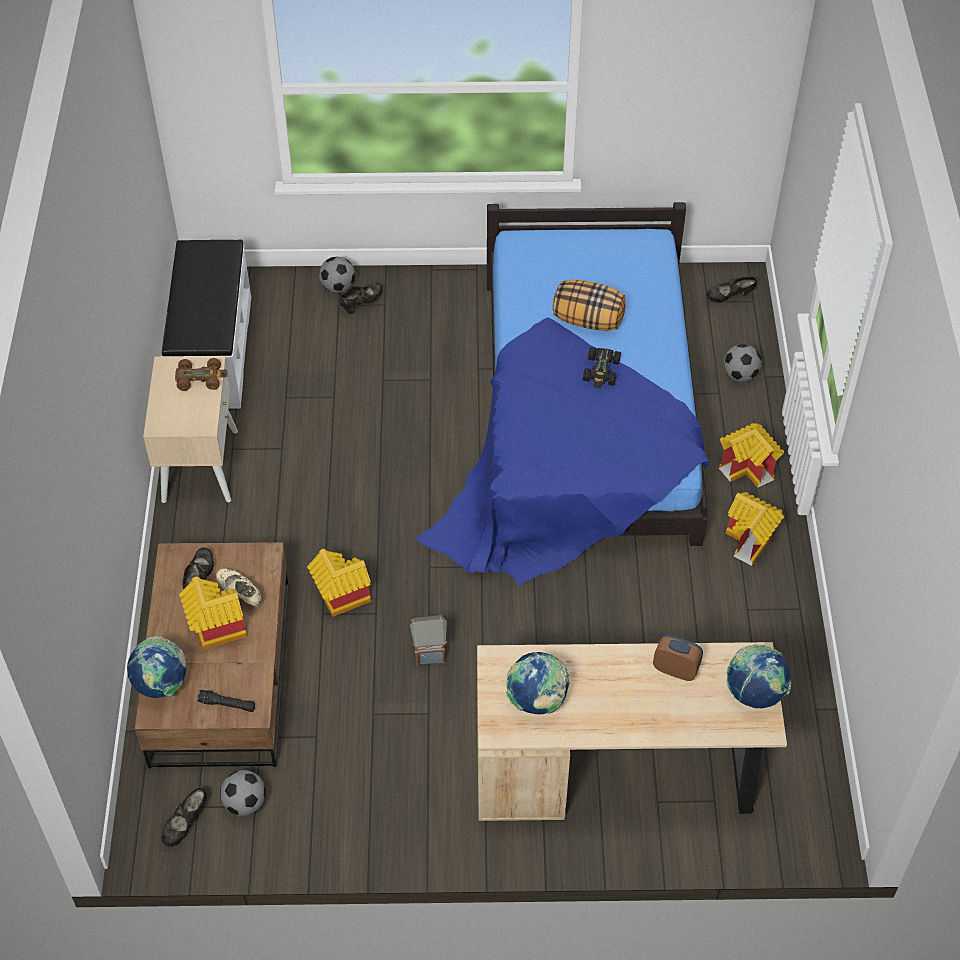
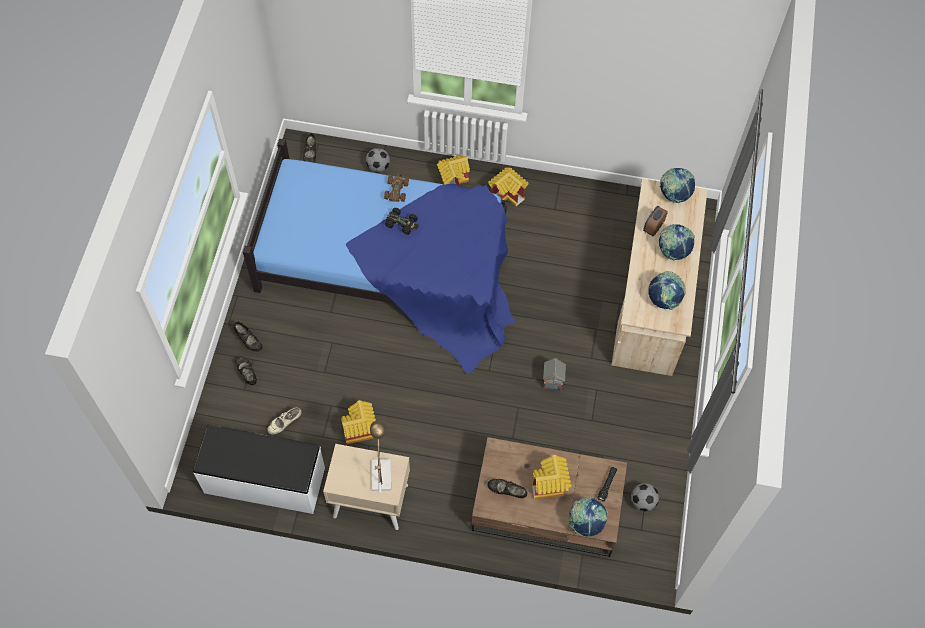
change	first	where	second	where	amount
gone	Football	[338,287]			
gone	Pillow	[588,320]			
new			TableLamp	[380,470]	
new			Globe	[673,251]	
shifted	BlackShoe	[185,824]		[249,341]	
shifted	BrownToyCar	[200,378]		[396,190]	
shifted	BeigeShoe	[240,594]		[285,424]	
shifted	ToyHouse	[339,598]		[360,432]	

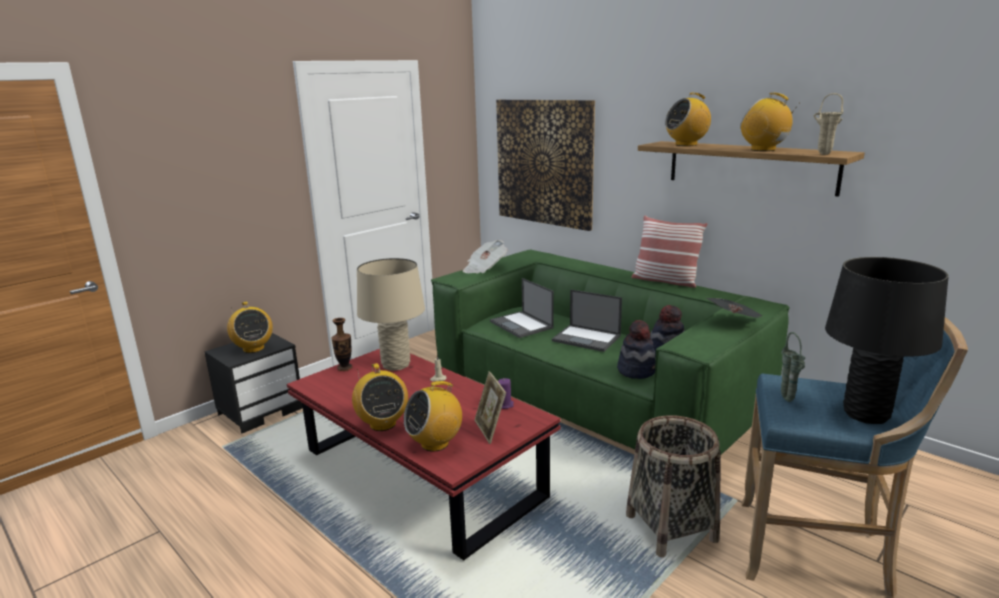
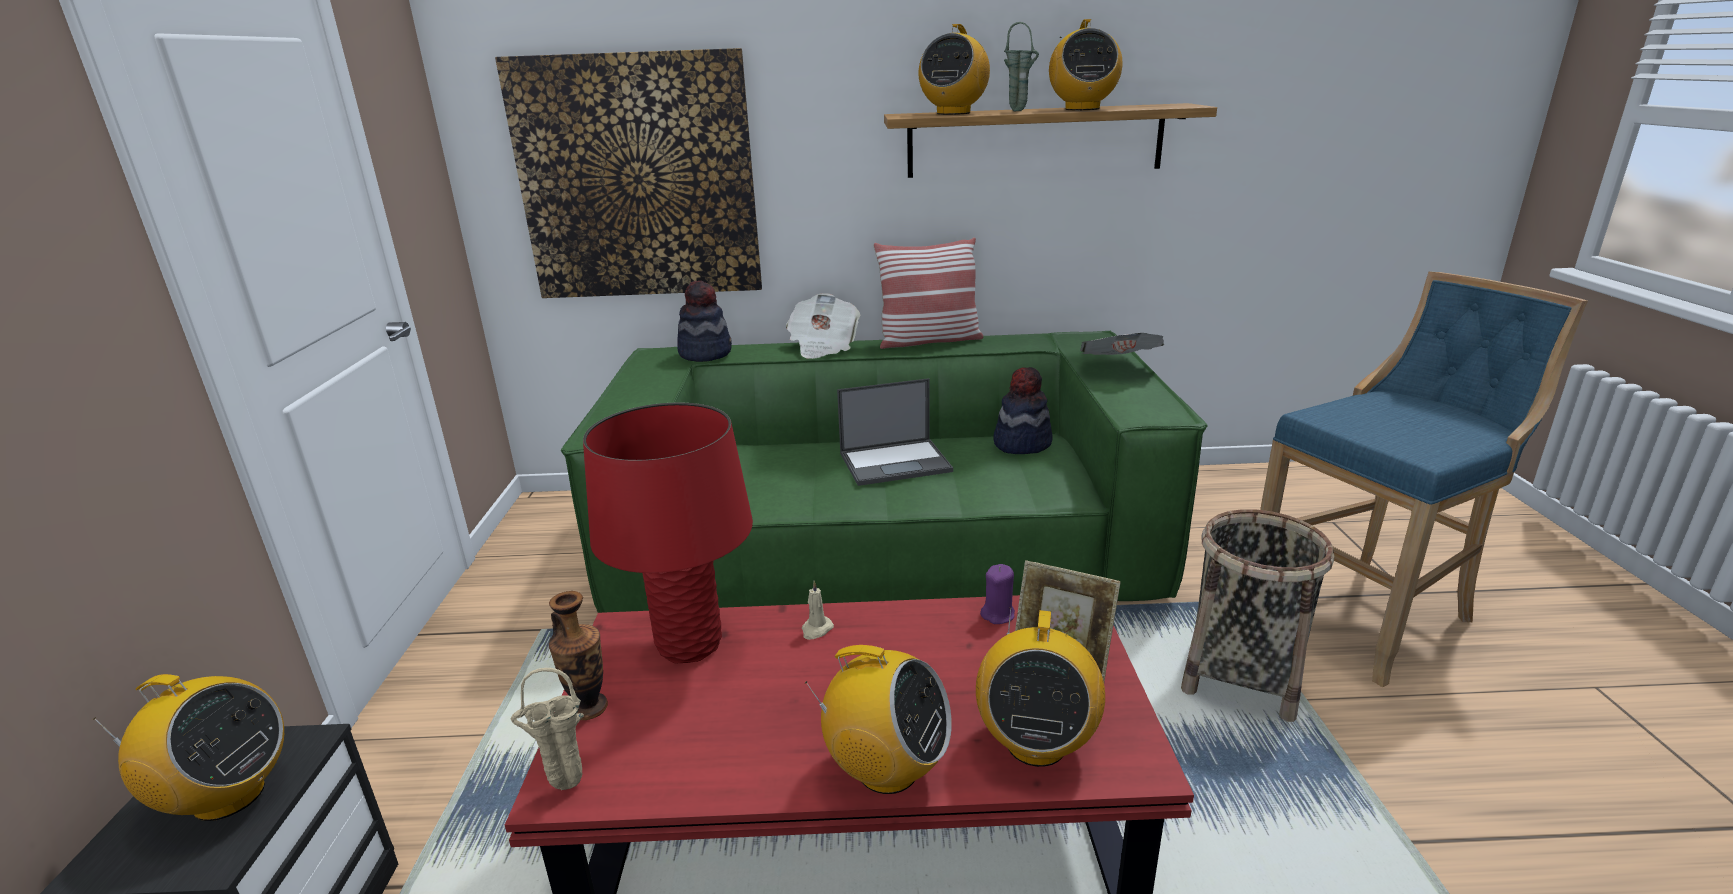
change	first	where	second	where	amount
gone	Laptop	[522,325]			
gone	BlackTableLamp	[866,414]			
shifted	Newspaper	[484,269]		[823,346]	
shifted	Hat	[637,370]		[705,353]	
shifted	GreenVase	[788,401]		[1019,111]	
shifted	BeigeVase	[822,154]		[564,788]	
repainted	BeigeTableLamp	[396,365]	RedTableLamp	[690,645]	
rotated	Radio	[763,149]		[1082,109]	90 degrees counterclockwise

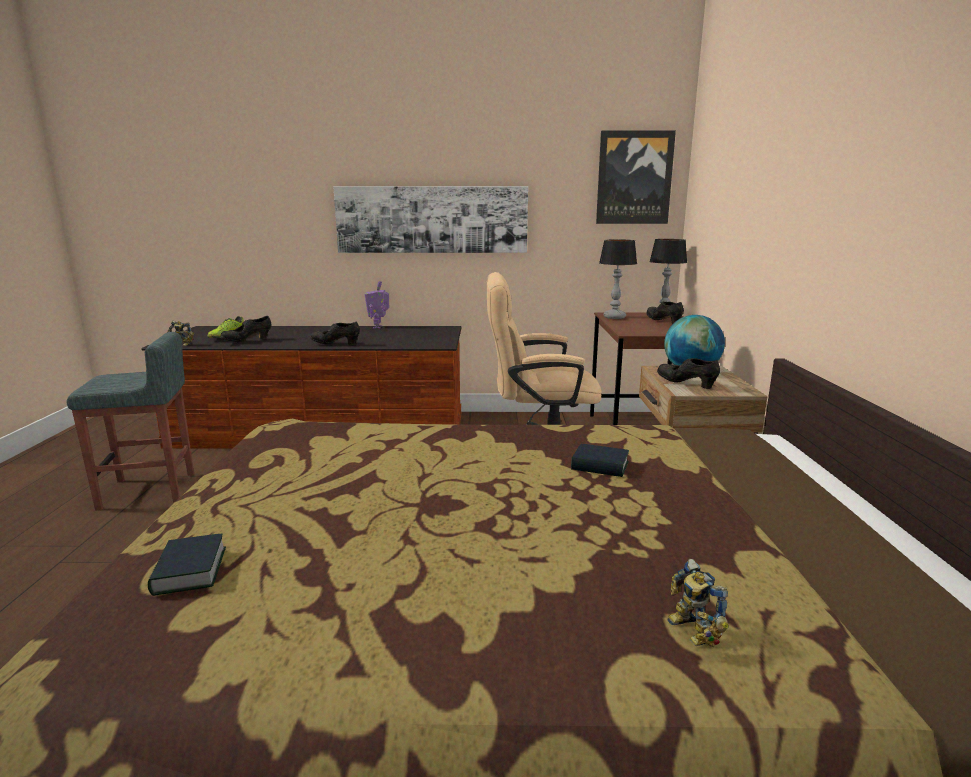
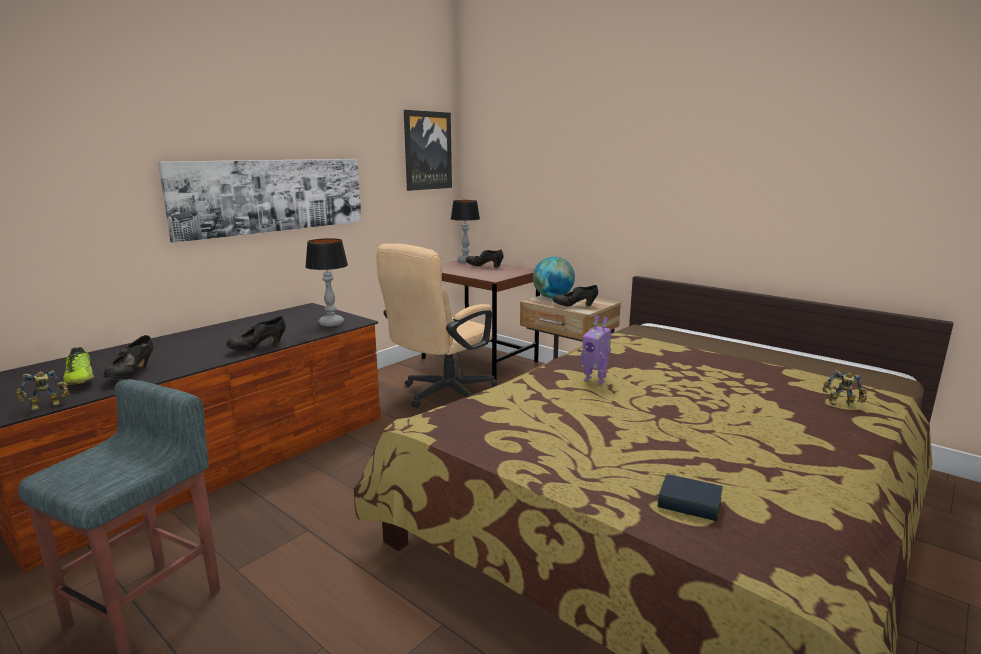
change	first	where	second	where	amount
gone	Book	[600,466]			
shifted	ToyRobot	[378,327]		[595,380]	
shifted	TableLamp	[614,317]		[332,323]	

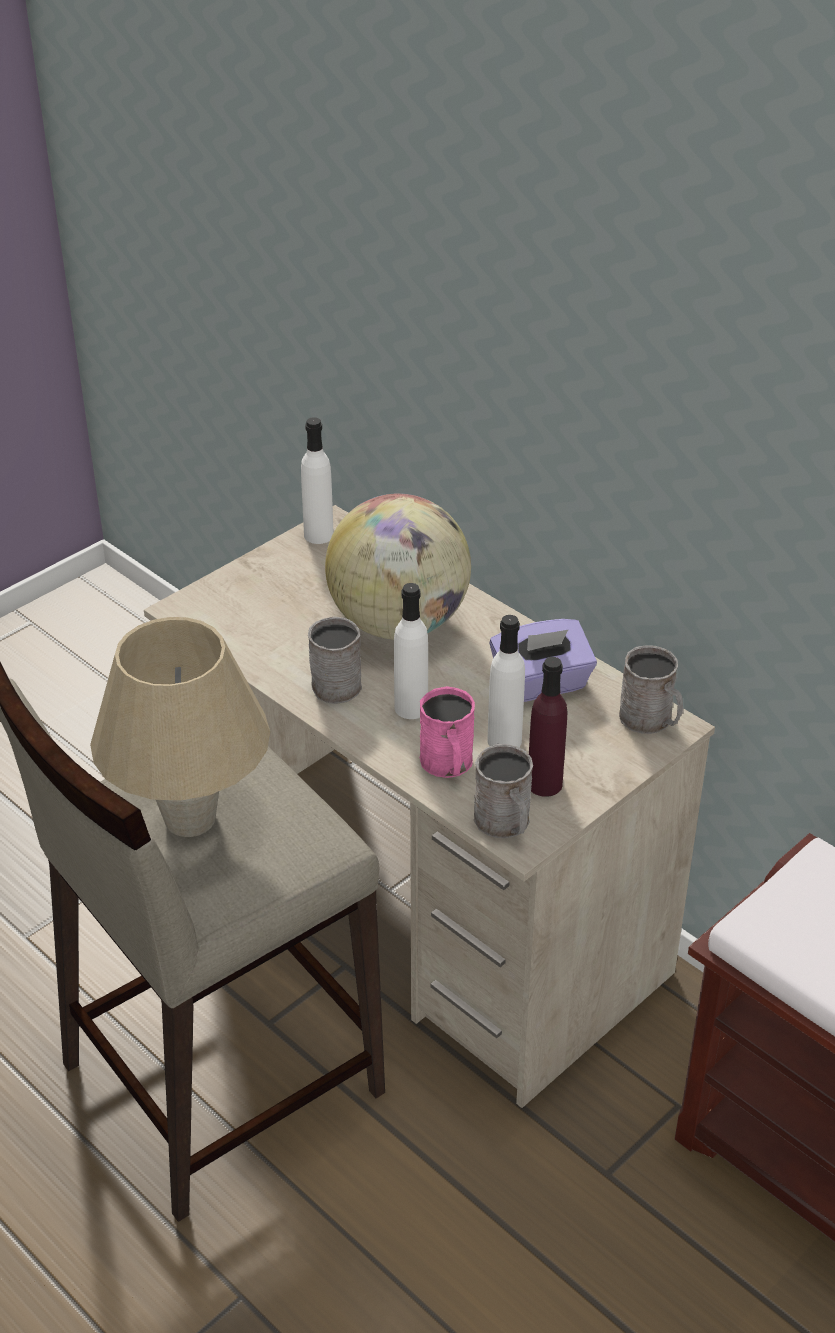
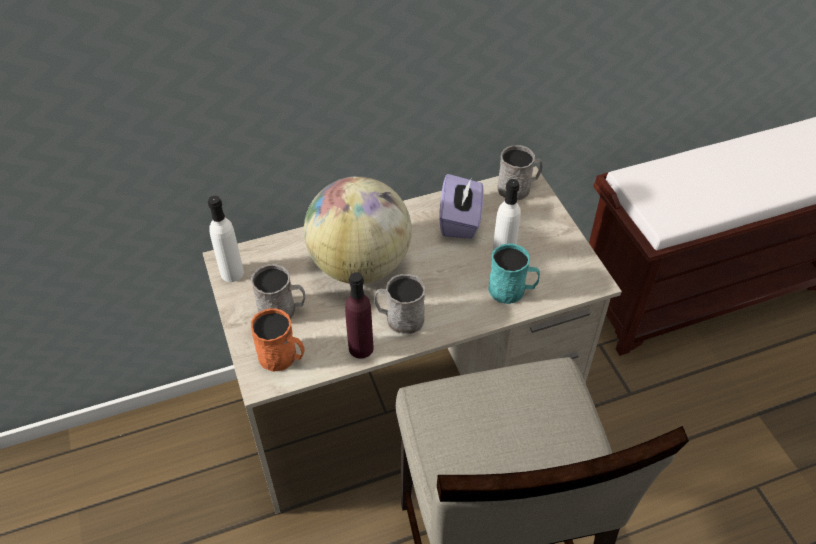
change	first	where	second	where	amount
gone	BeigeTableLamp	[190,819]			
gone	WhiteBottle	[411,708]			
new			OrangeMug	[282,357]	
shifted	GreyMug	[505,824]		[282,310]	
shifted	PurpleBottle	[544,784]		[361,348]	
repainted	PinkMug	[448,765]	TurquoiseMug	[512,290]	

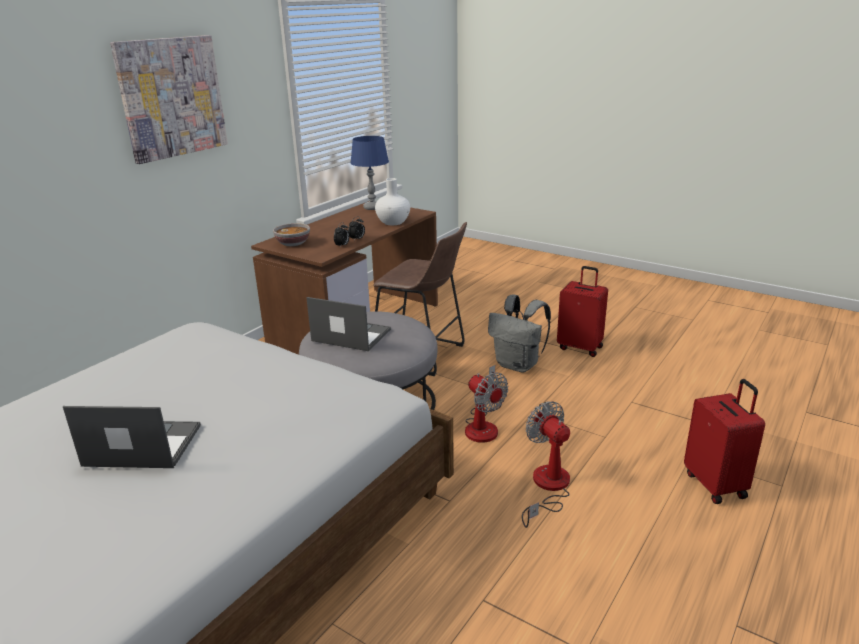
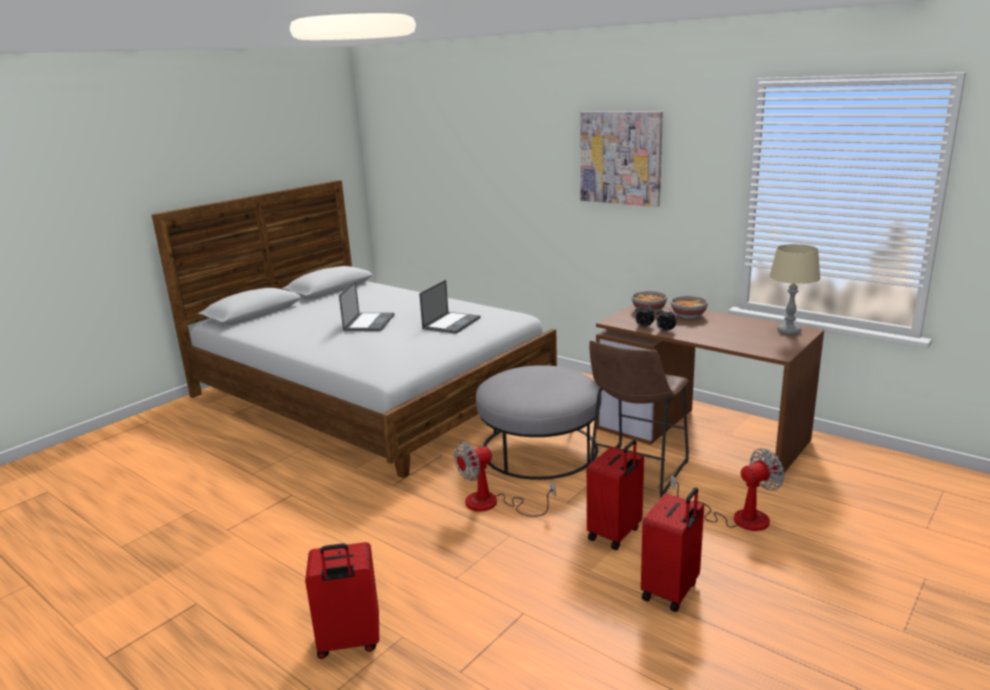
change	first	where	second	where	amount
gone	WhiteVase	[393,222]			
new			Bowl	[688,316]	
shifted	Laptop	[350,335]		[451,323]	
shifted	Fan	[547,487]		[737,517]	
swapped	GreyBackpack	[518,365]	RedSuitcase	[615,534]	
repainted	BlueTableLamp	[372,208]	BeigeTableLamp	[788,331]	

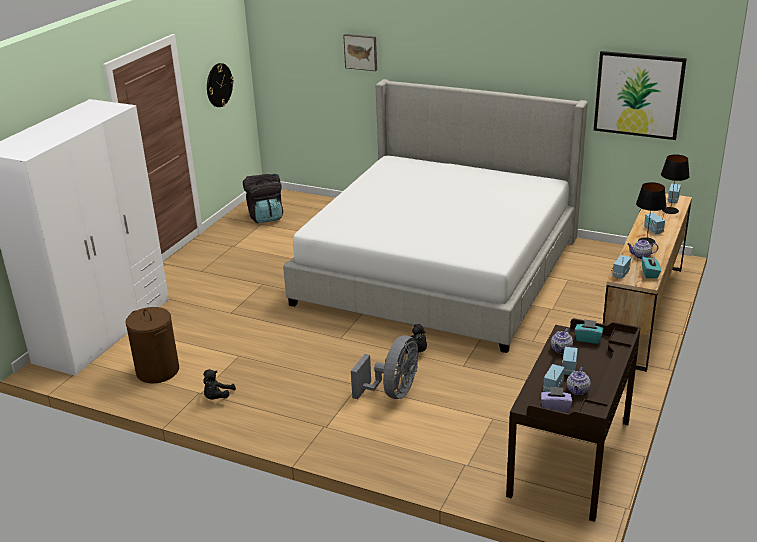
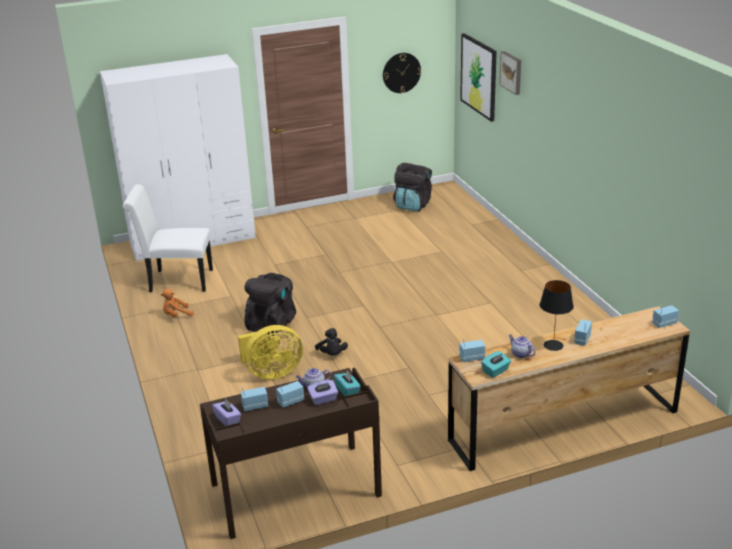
change	first	where	second	where	amount
gone	Bed	[439,270]			
gone	Teapot	[578,391]			
gone	BlackTableLamp	[670,210]			
new			BlackBackpack	[272,324]	
new			PurpleTissueBox	[323,399]	
shifted	Picture	[638,95]		[479,76]	
swapped	BrownLaundryBasket	[157,371]	WhiteChair	[176,281]	
repainted	BlackPlushToy	[217,397]	OrangePlushToy	[176,315]	
repainted	GreyFan	[393,392]	YellowFan	[271,373]	

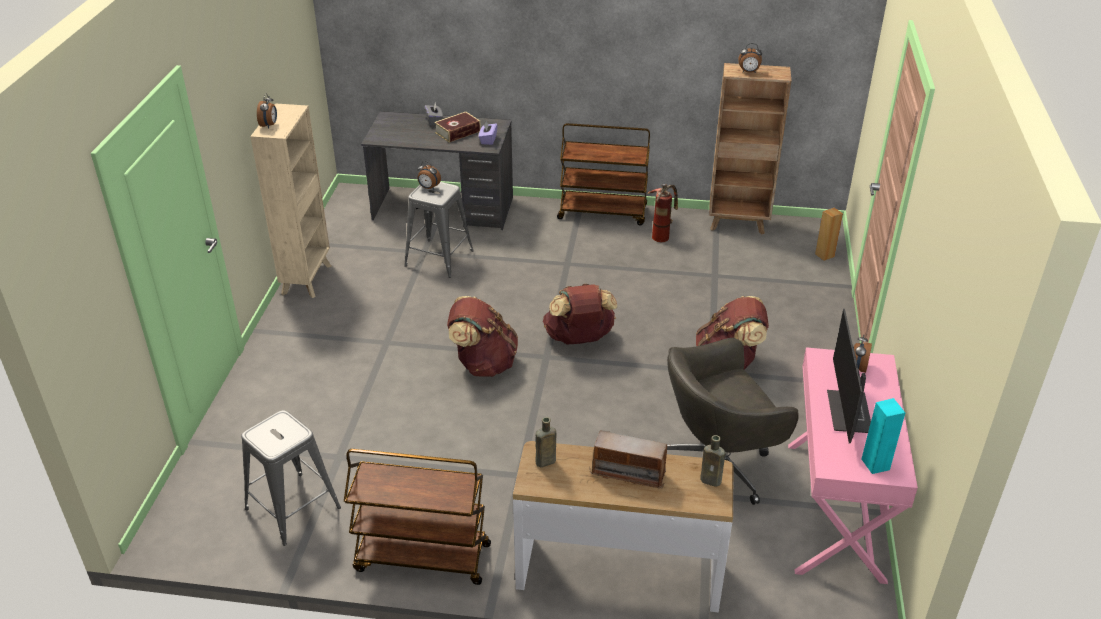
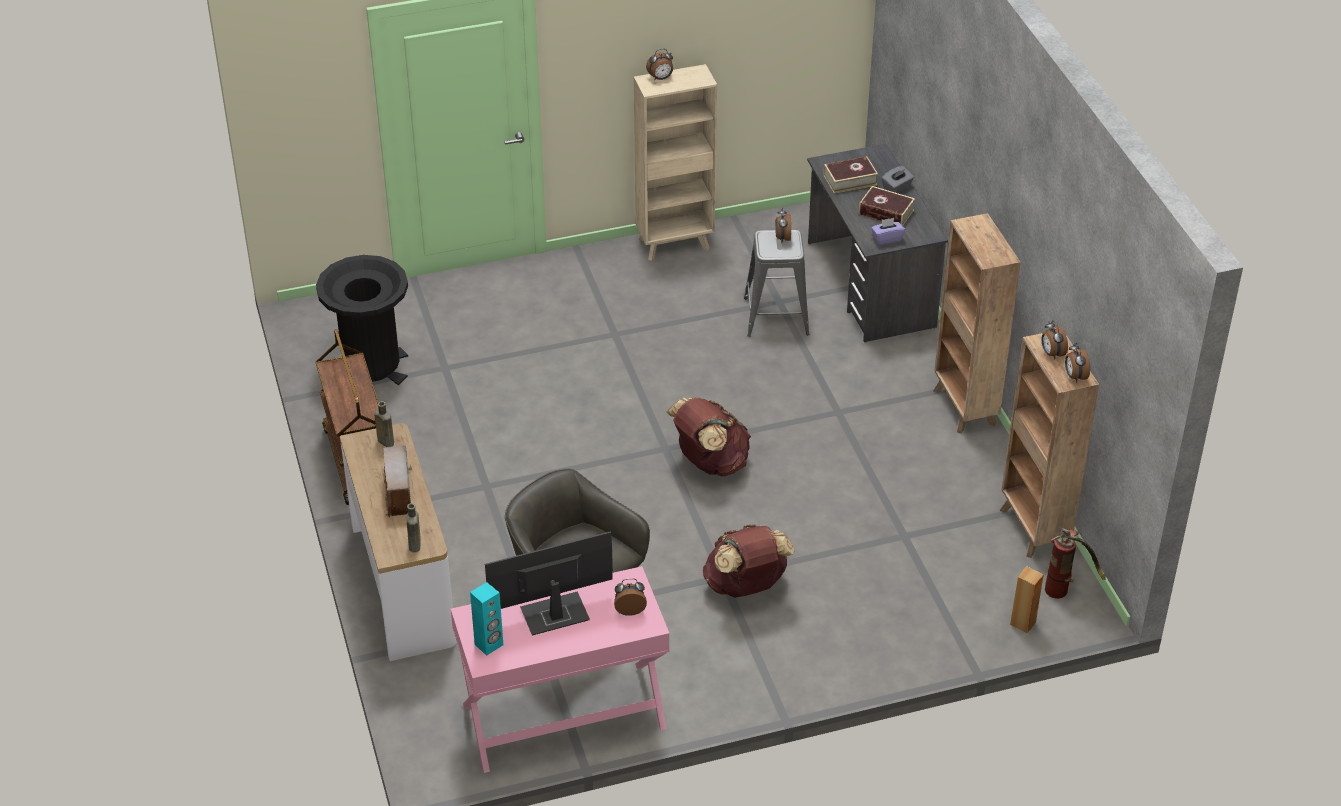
change	first	where	second	where	amount
gone	BrownBackpack	[483,364]			
new			Book	[850,180]	
new			AlarmClock	[1074,376]	
shifted	FireExtinguisher	[662,234]		[1065,589]	
swapped	GreyStool	[293,508]	BlackTrashCan	[371,367]	
swapped	BrownCart	[603,212]	BrownBookcase	[964,408]	

